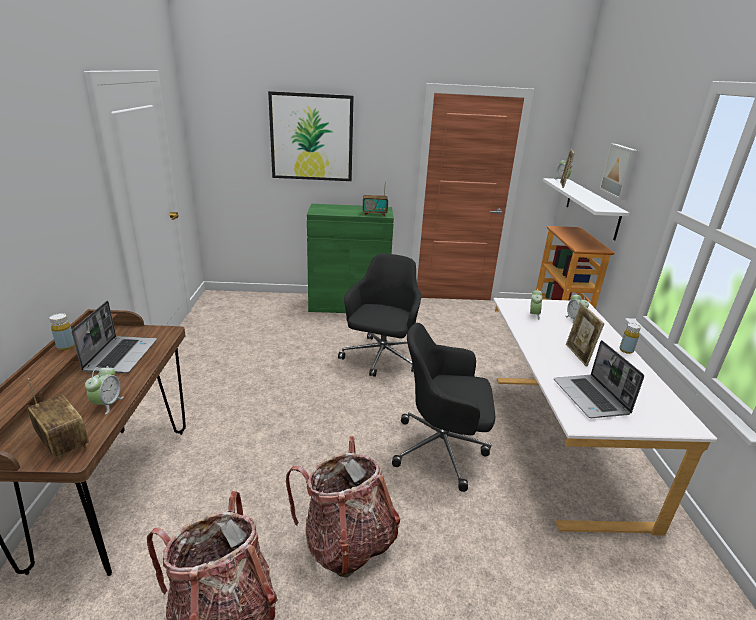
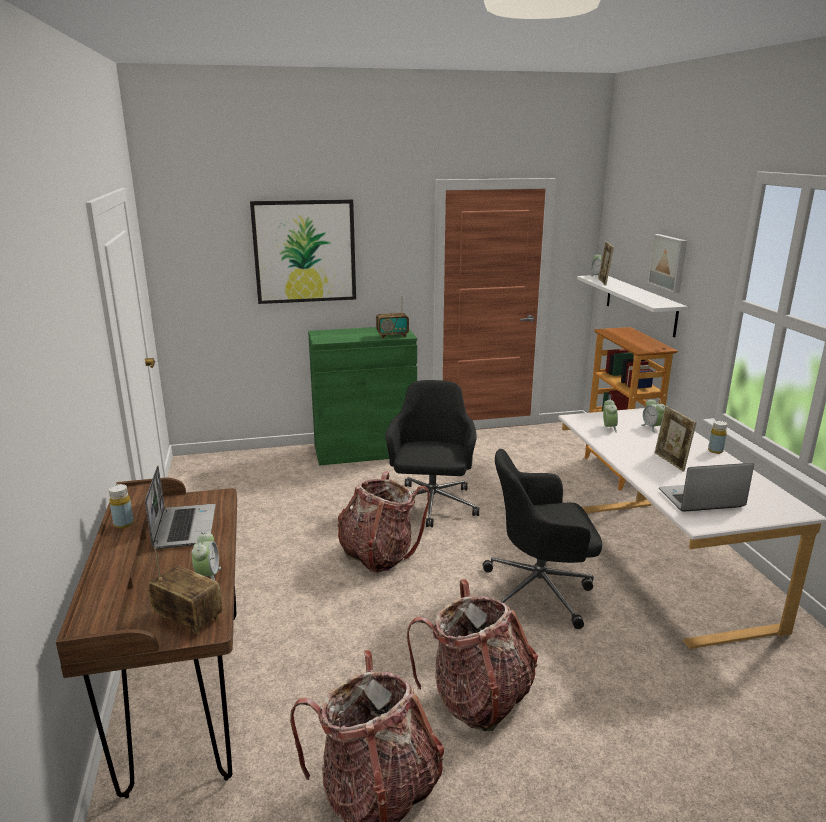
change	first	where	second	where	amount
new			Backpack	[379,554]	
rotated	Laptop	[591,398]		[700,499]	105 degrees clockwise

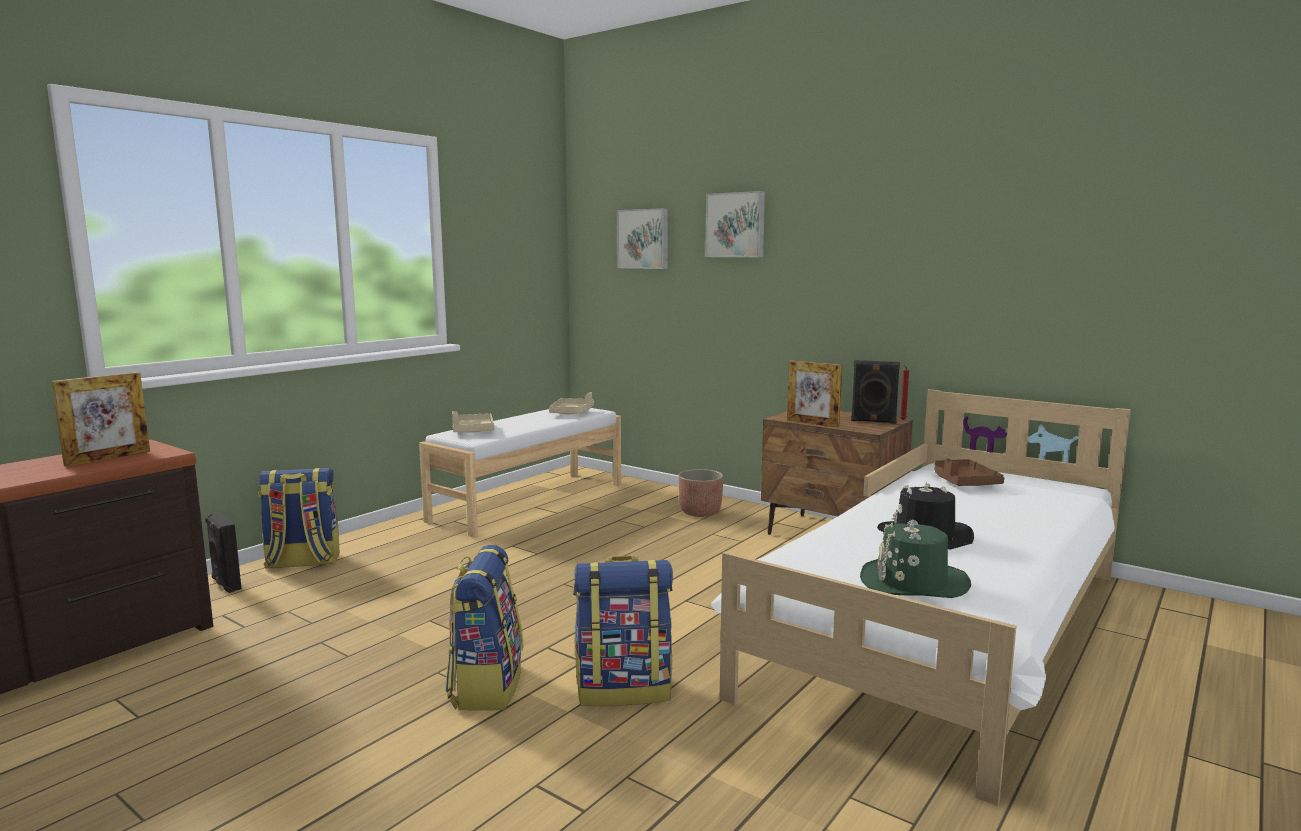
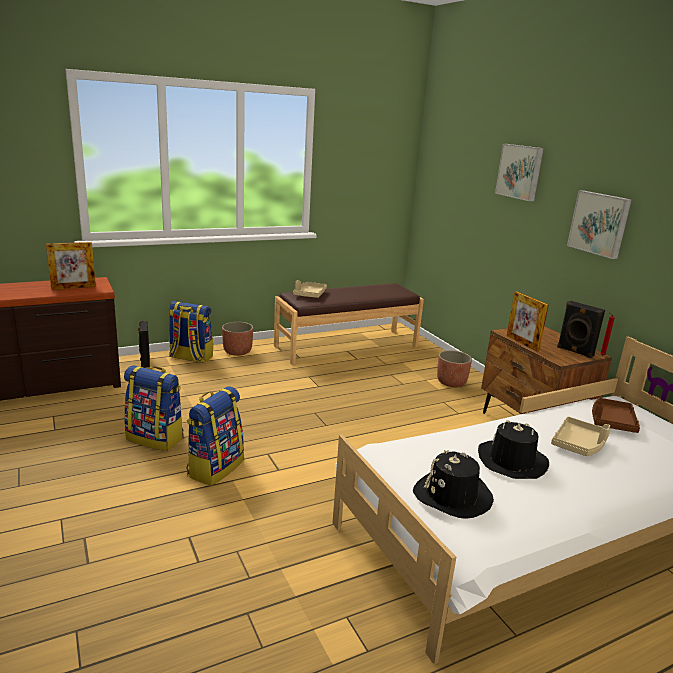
change	first	where	second	where	amount
new			Planter	[237,351]	
shifted	BeigeTray	[572,413]		[579,444]	
shifted	Backpack	[624,689]		[156,438]	
shifted	Picture	[644,239]		[600,223]	
repainted	WhiteBench	[528,502]	BrownBench	[346,346]	
repainted	GreenHat	[913,582]	BlackHat	[452,496]	

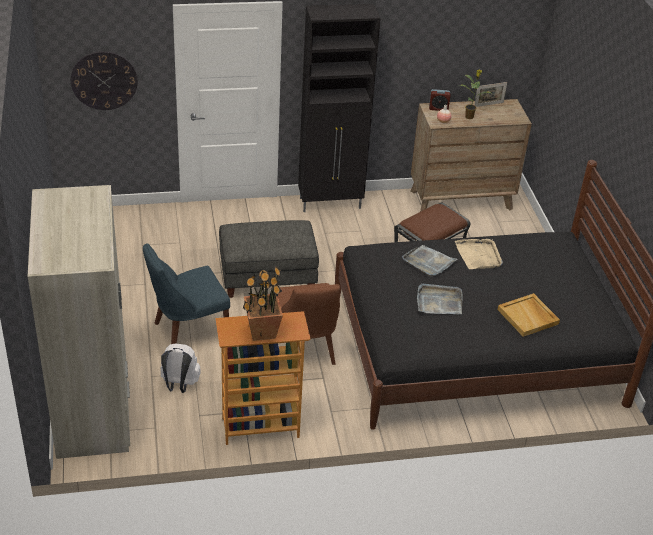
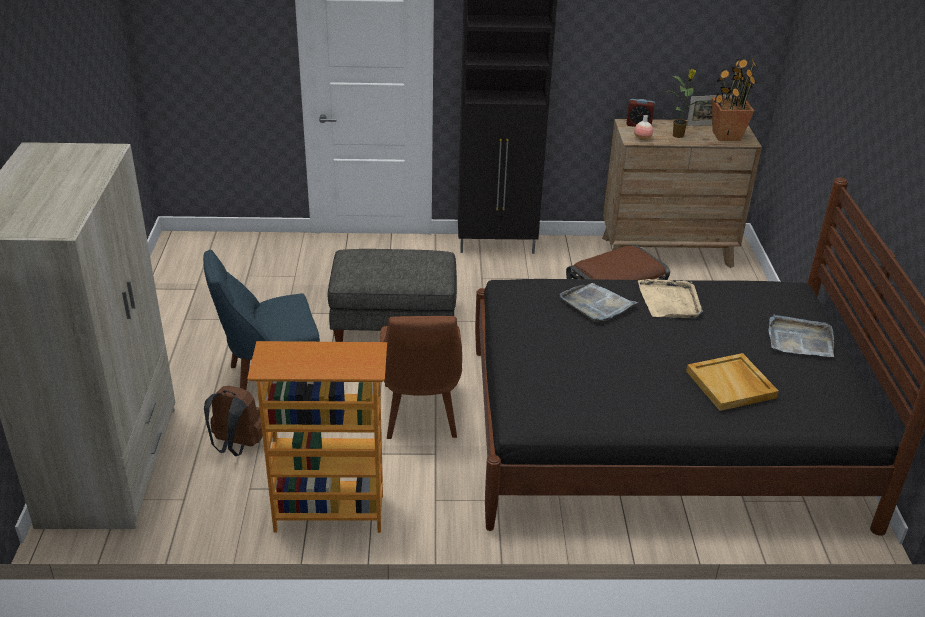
change	first	where	second	where	amount
gone	WallClock	[104,80]			
shifted	PottedPlant	[262,331]		[726,135]	
shifted	GreyTray	[439,301]		[799,339]	
repainted	WhiteBackpack	[179,385]	BrownBackpack	[236,446]	

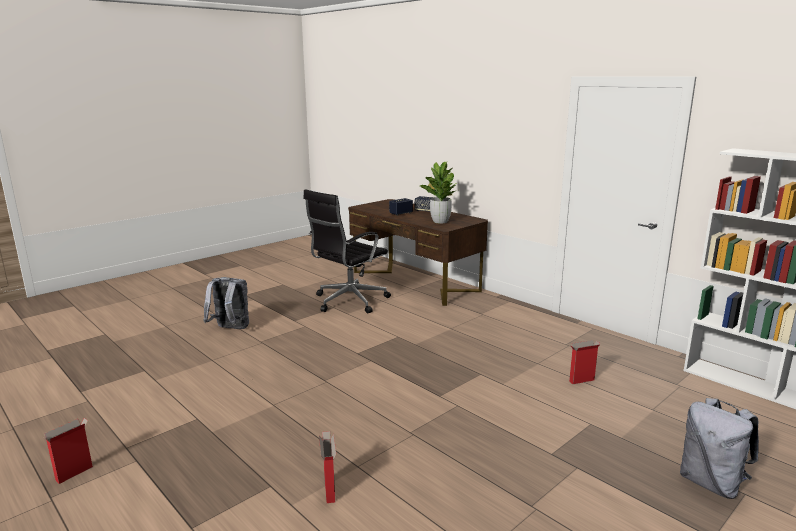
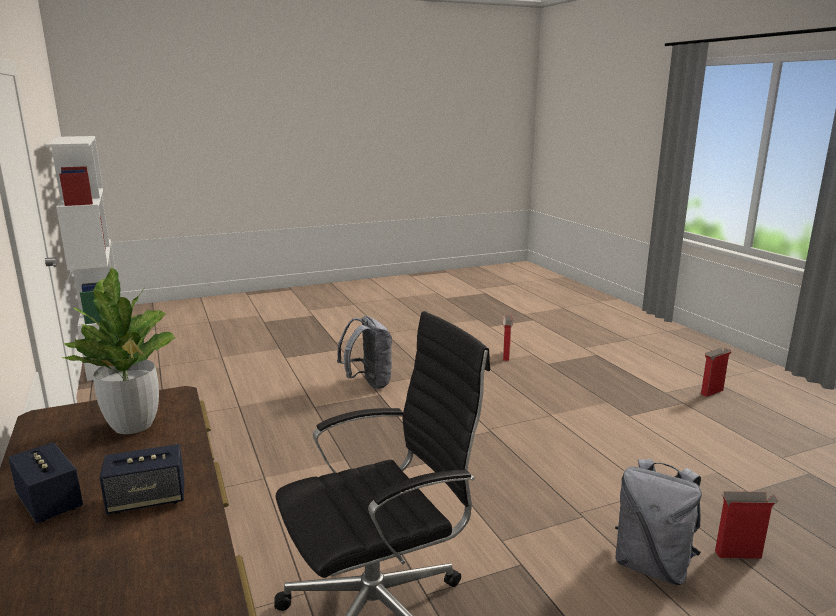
change	first	where	second	where	amount
shifted	CardboardBox	[581,381]		[739,554]	
shifted	GreyBackpack	[711,483]		[368,383]	

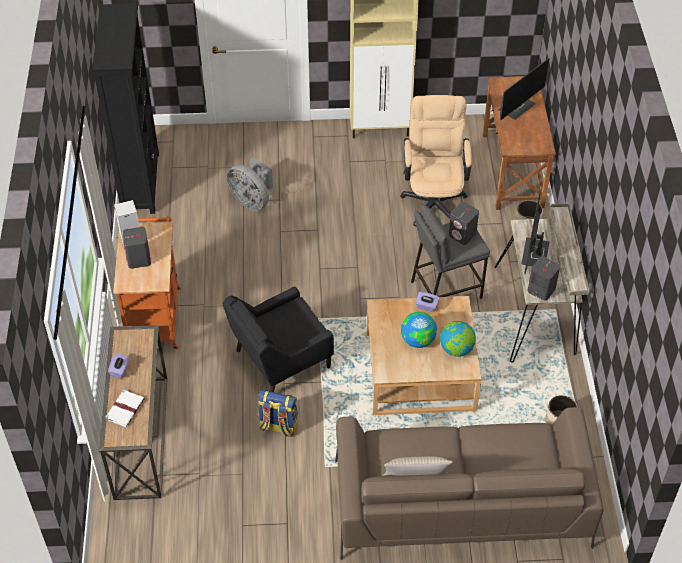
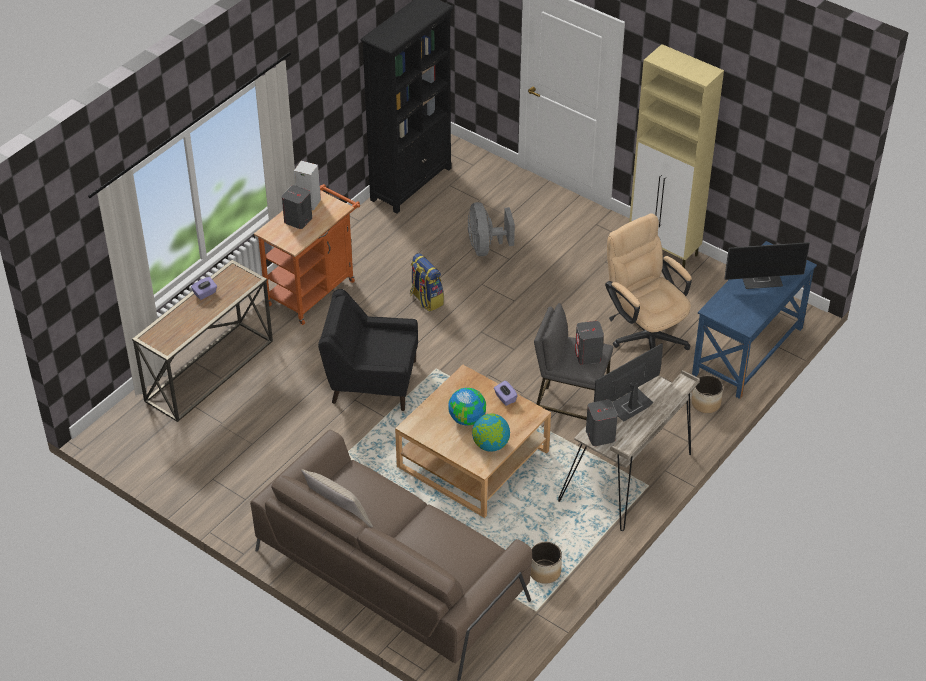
change	first	where	second	where	amount
gone	WhiteBook	[125,408]			
shifted	Backpack	[278,426]		[426,299]	
repainted	BrownDesk	[513,170]	BlueDesk	[748,351]	
rotated	BeigeOfficeChair	[434,199]		[645,333]	75 degrees counterclockwise

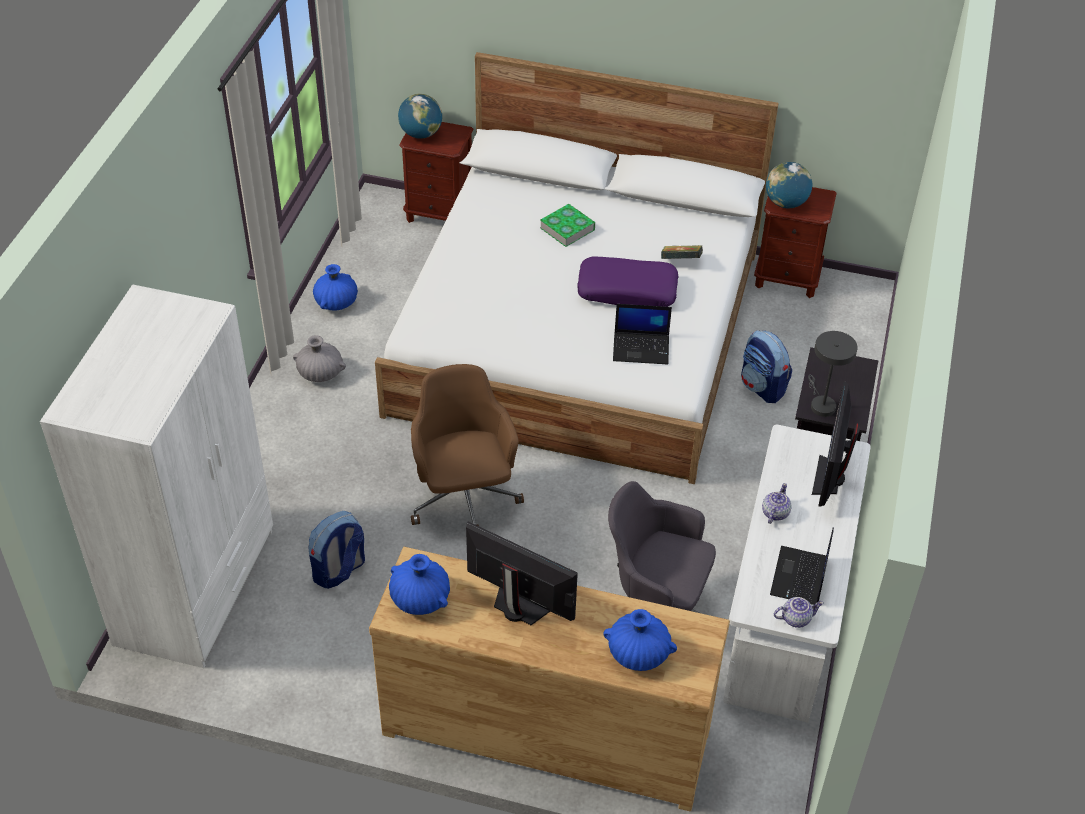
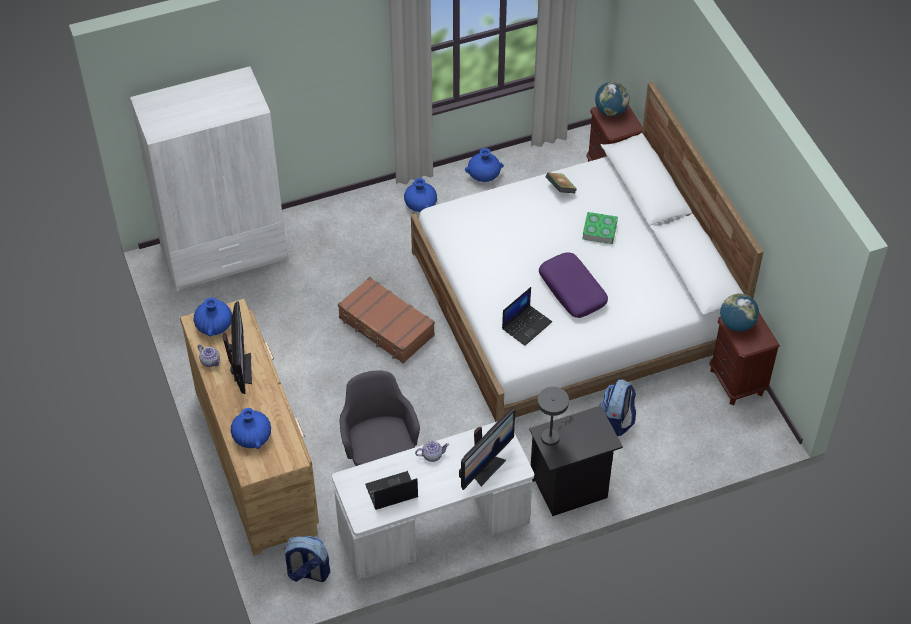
change	first	where	second	where	amount
shifted	Backpack	[339,571]		[307,572]	
shifted	Book	[680,262]		[560,189]	
shifted	Teapot	[796,618]		[210,361]	
swapped	BrownOfficeChair	[464,498]	BrownSuitcase	[386,327]	
repainted	GreyVase	[320,373]	BlueVase	[420,205]	
rotated	Laptop	[642,348]		[526,325]	105 degrees counterclockwise
rotated	Monitor	[829,477]		[485,468]	150 degrees clockwise

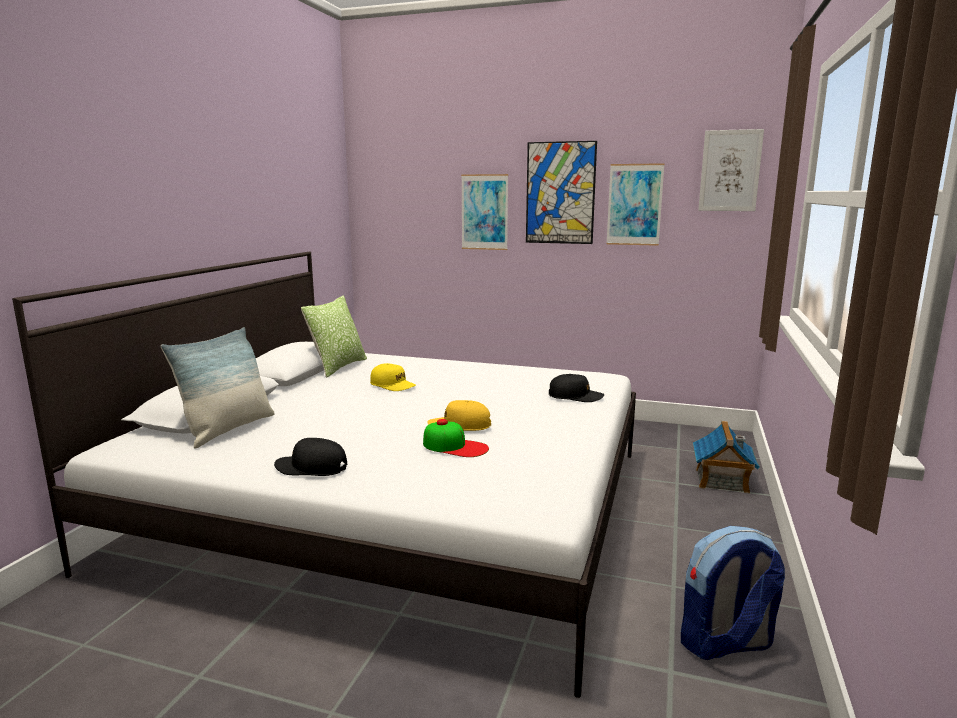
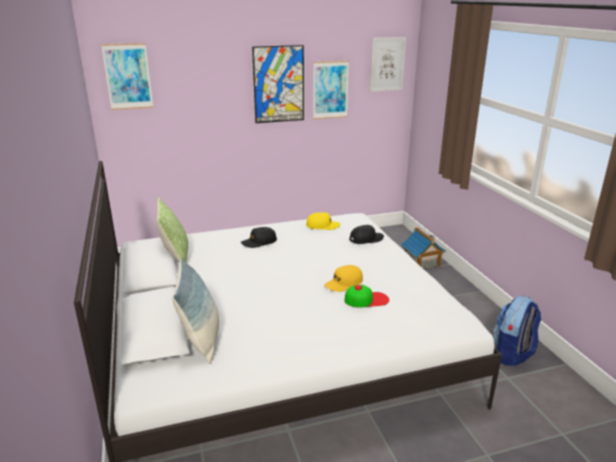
change	first	where	second	where	amount
shifted	BlackCap	[311,468]		[259,242]	
shifted	YellowCap	[393,385]		[322,226]	
shifted	Picture	[484,212]		[128,76]	

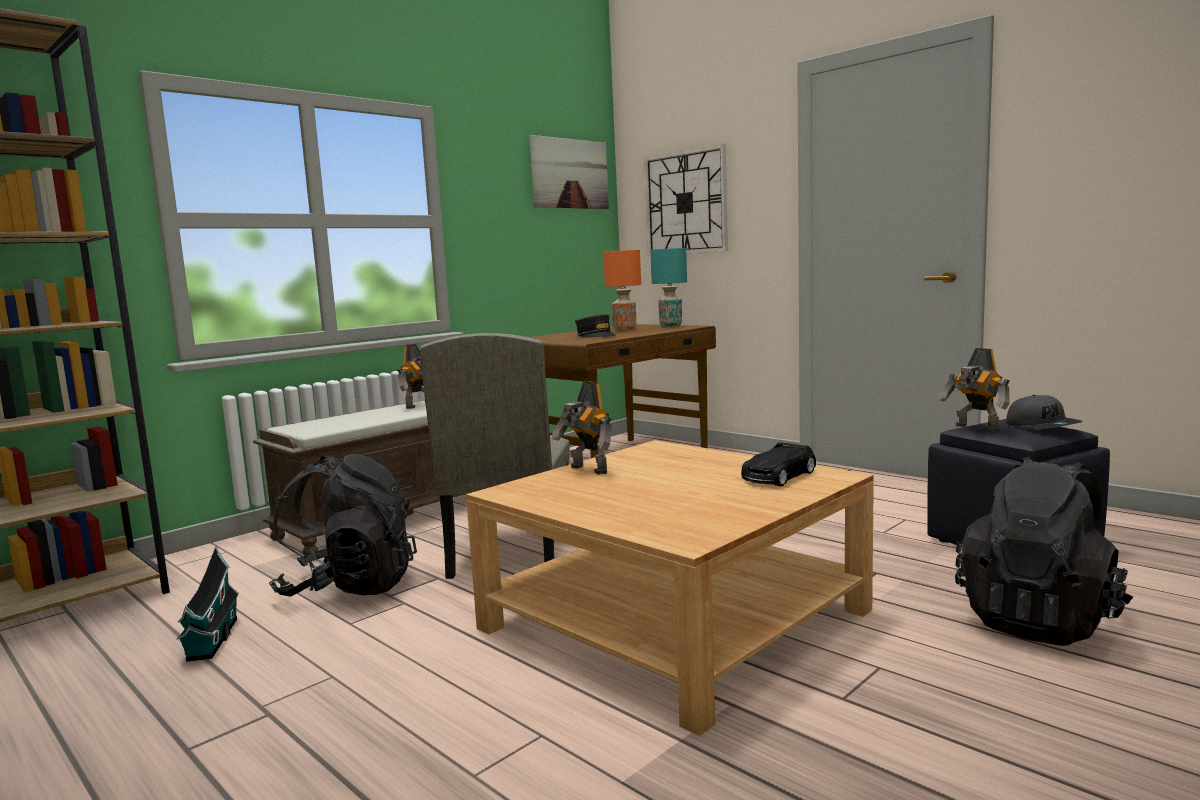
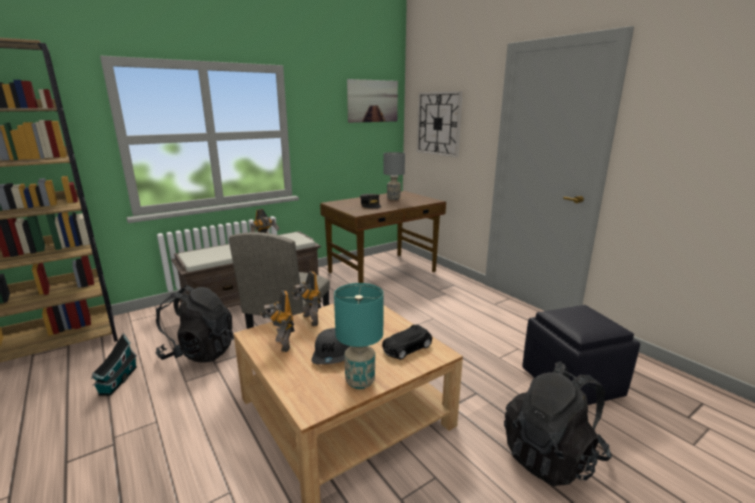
change	first	where	second	where	amount
shifted	TurquoiseTableLamp	[671,325]		[360,381]	
shifted	ToyRobot	[975,428]		[281,344]	
shifted	GreyCap	[1042,426]		[332,353]	
repainted	OrangeTableLamp	[624,329]	GreyTableLamp	[393,198]	

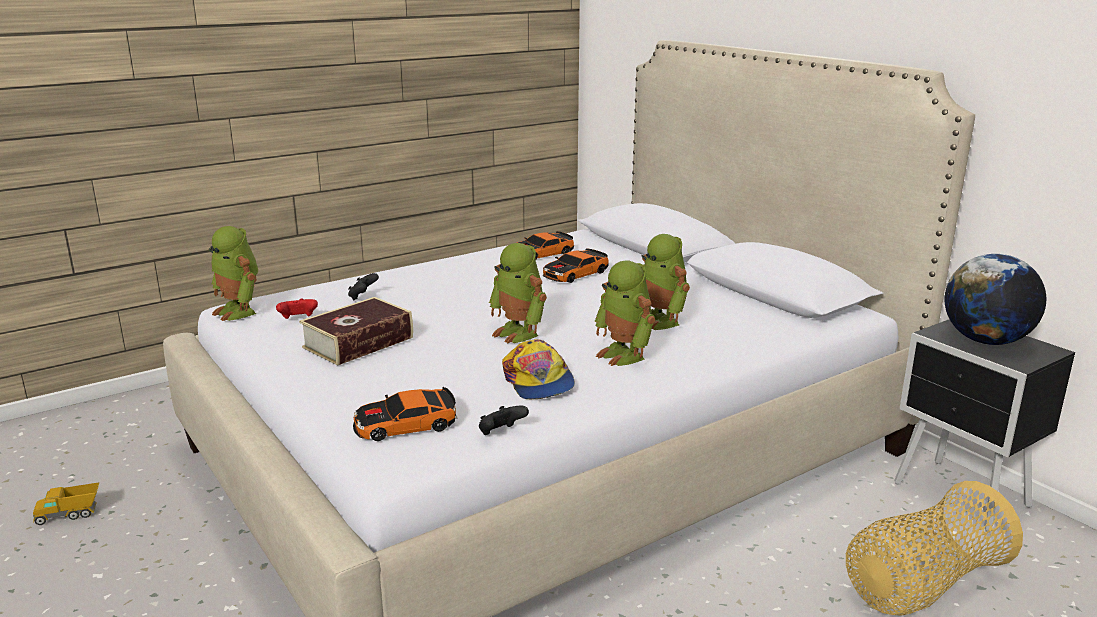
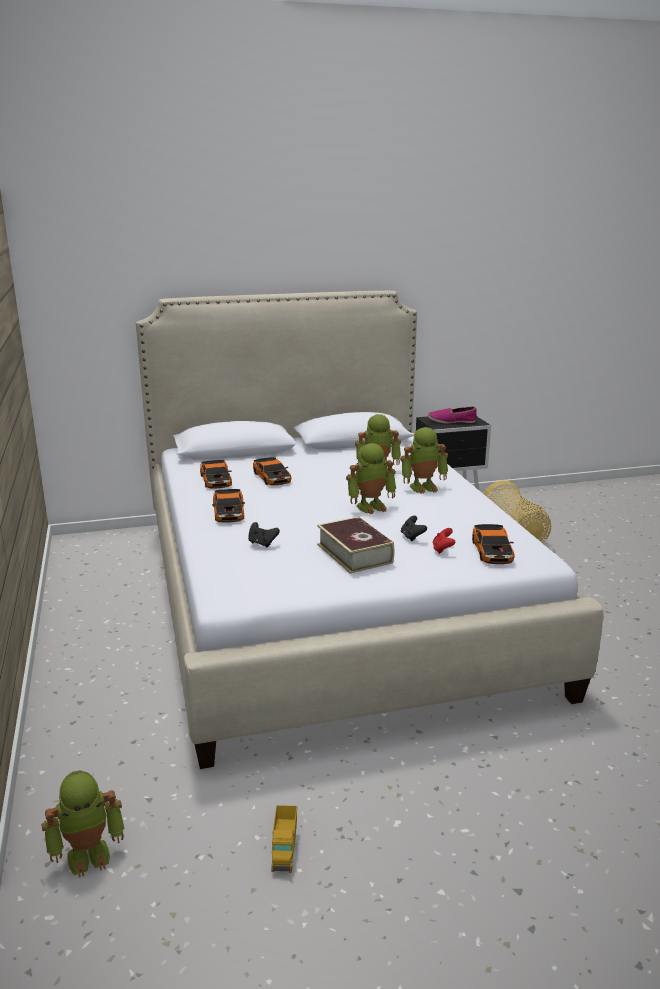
change	first	where	second	where	amount
gone	Cap	[538,381]			
new			ToyCar	[229,512]	
shifted	ToyRobot	[239,311]		[88,854]	
shifted	RedGameController	[298,319]		[442,549]	
shifted	BlackGameController	[501,433]		[412,537]	
swapped	Globe	[986,341]	Shoe	[451,421]	

